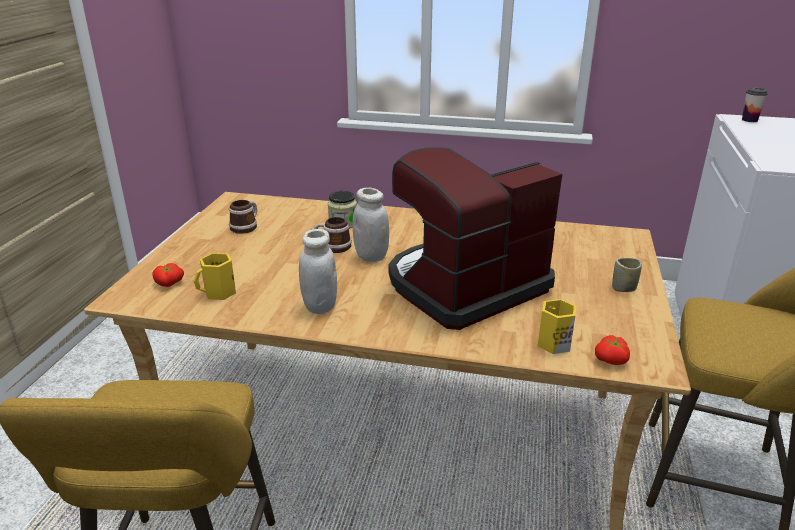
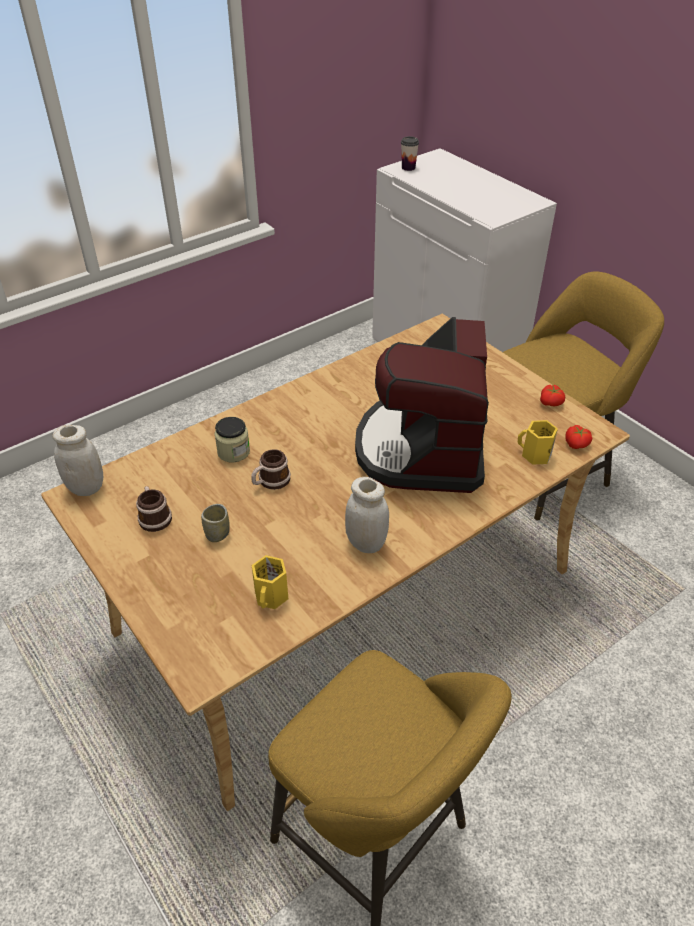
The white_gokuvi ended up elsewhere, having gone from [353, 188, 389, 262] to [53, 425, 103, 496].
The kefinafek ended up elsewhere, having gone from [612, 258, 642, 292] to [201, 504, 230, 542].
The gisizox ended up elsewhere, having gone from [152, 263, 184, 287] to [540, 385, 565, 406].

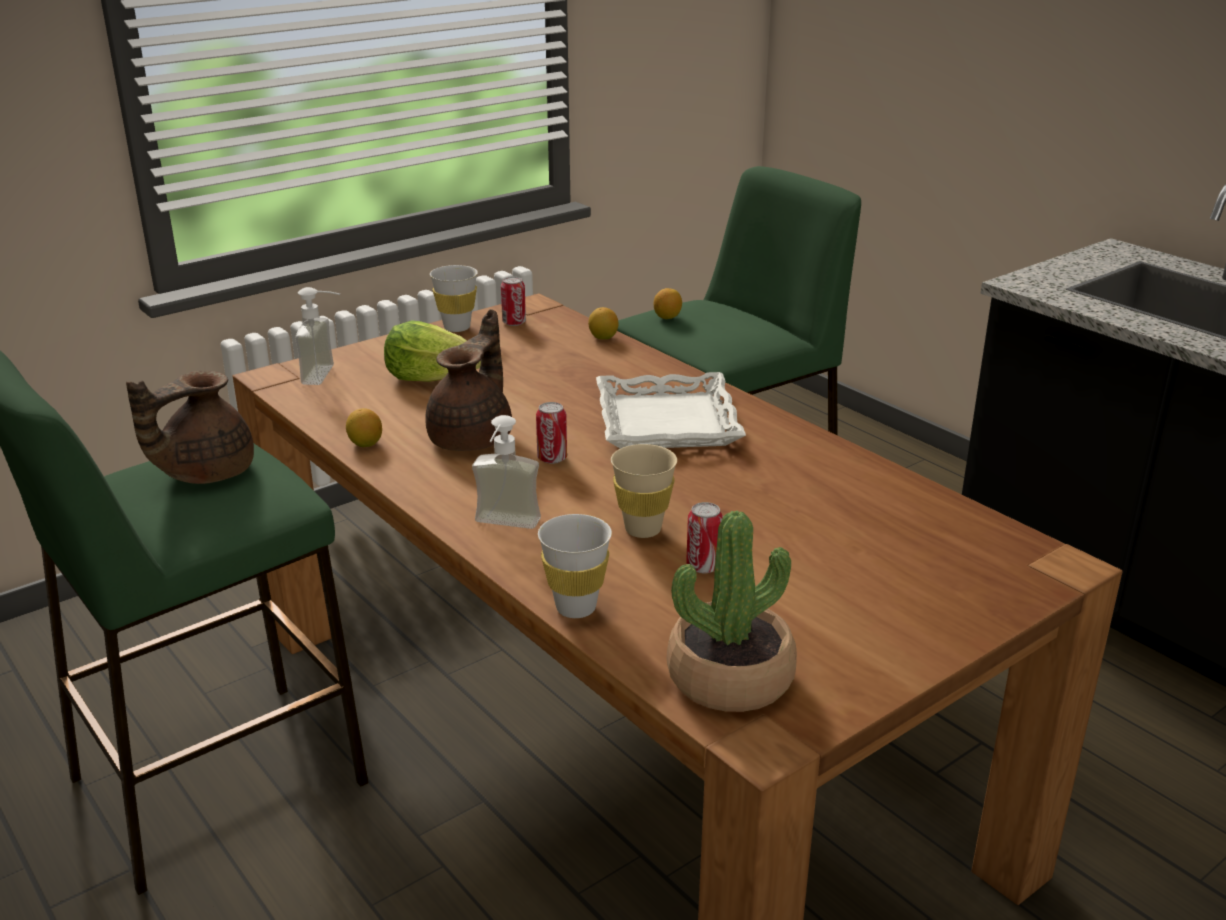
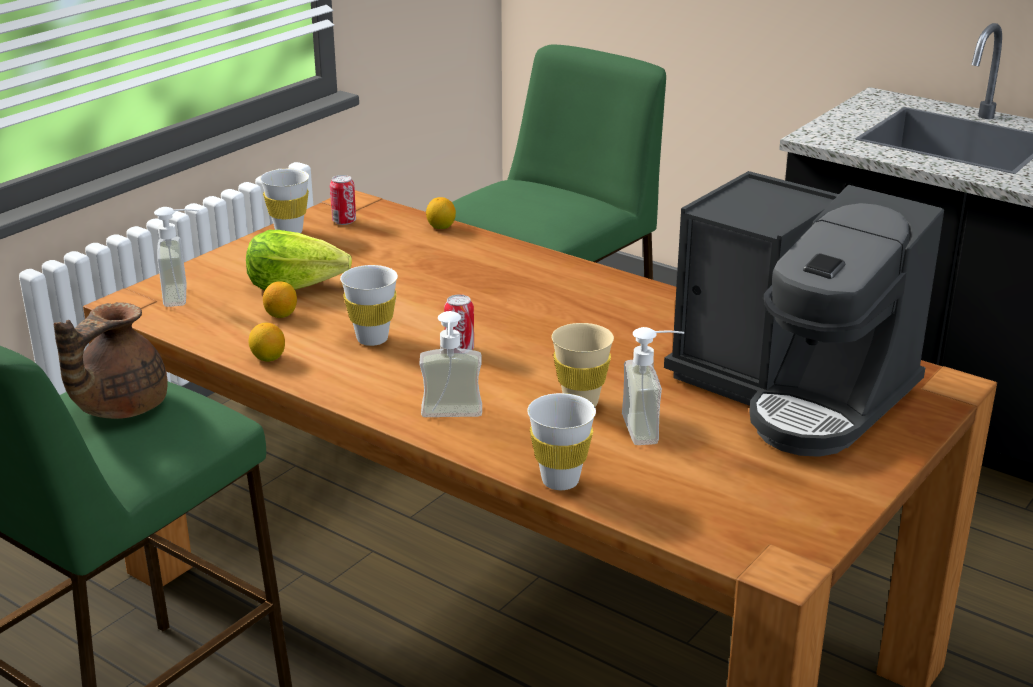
The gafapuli ended up elsewhere, having gone from [654, 288, 682, 319] to [263, 281, 297, 318].
Where the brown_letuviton stood at [425, 309, 512, 451], the white_kefinafek came to stand at [340, 265, 398, 346].
Where the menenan stood at [686, 502, 723, 573], the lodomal came to stand at [622, 327, 685, 445].
The second view gained the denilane at [664, 171, 944, 457].
The second view lost the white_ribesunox at [596, 372, 746, 449].
The second view lost the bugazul at [667, 511, 797, 712].

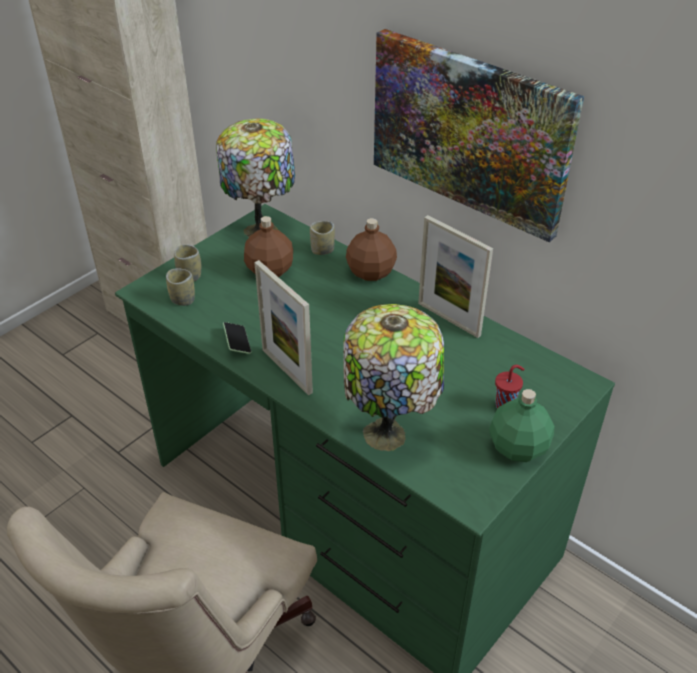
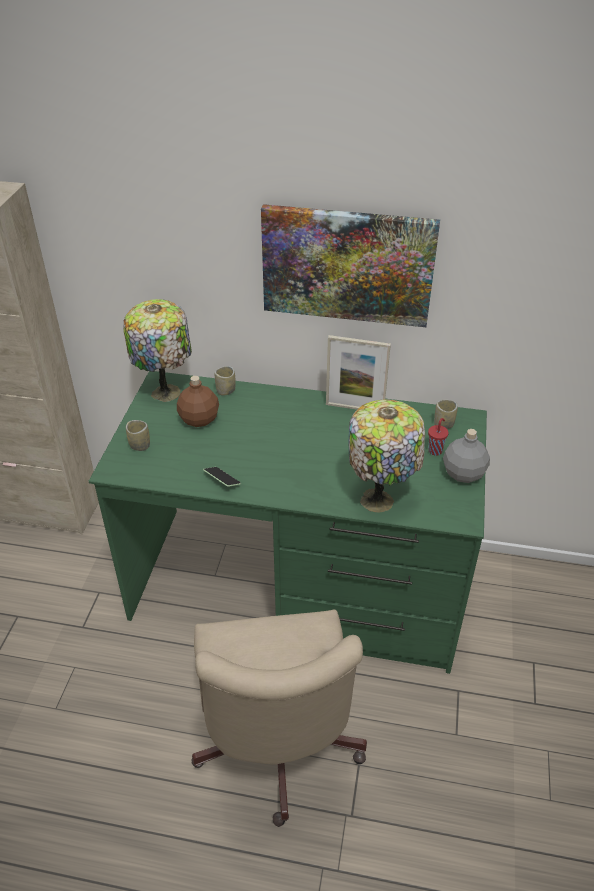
The kefinafek ended up elsewhere, having gone from [166, 268, 195, 306] to [434, 400, 458, 429].
What was the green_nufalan at [489, 389, 555, 462] turned into the grey_nufalan at [443, 429, 490, 483].
The second view lost the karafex at [254, 260, 313, 395].
The second view lost the brown_nufalan at [346, 218, 397, 281].

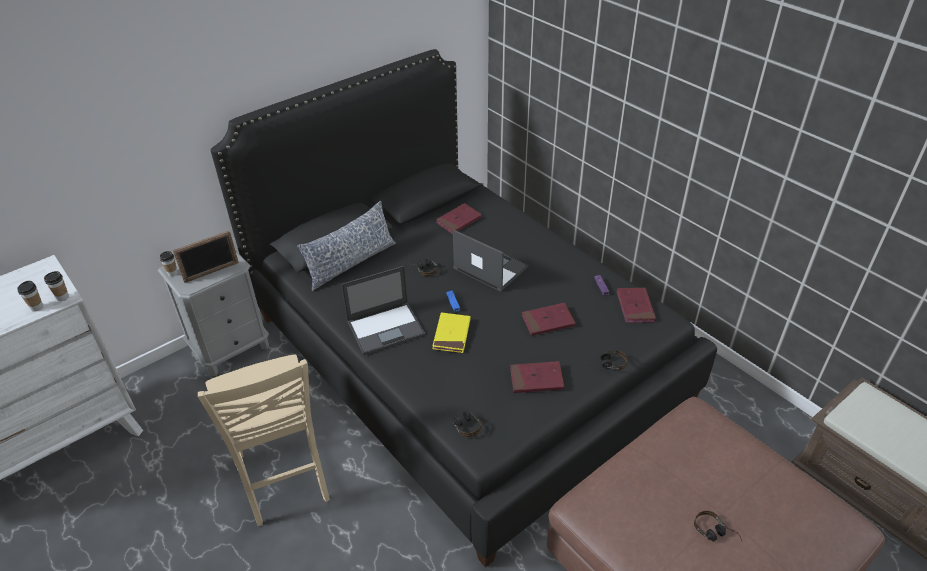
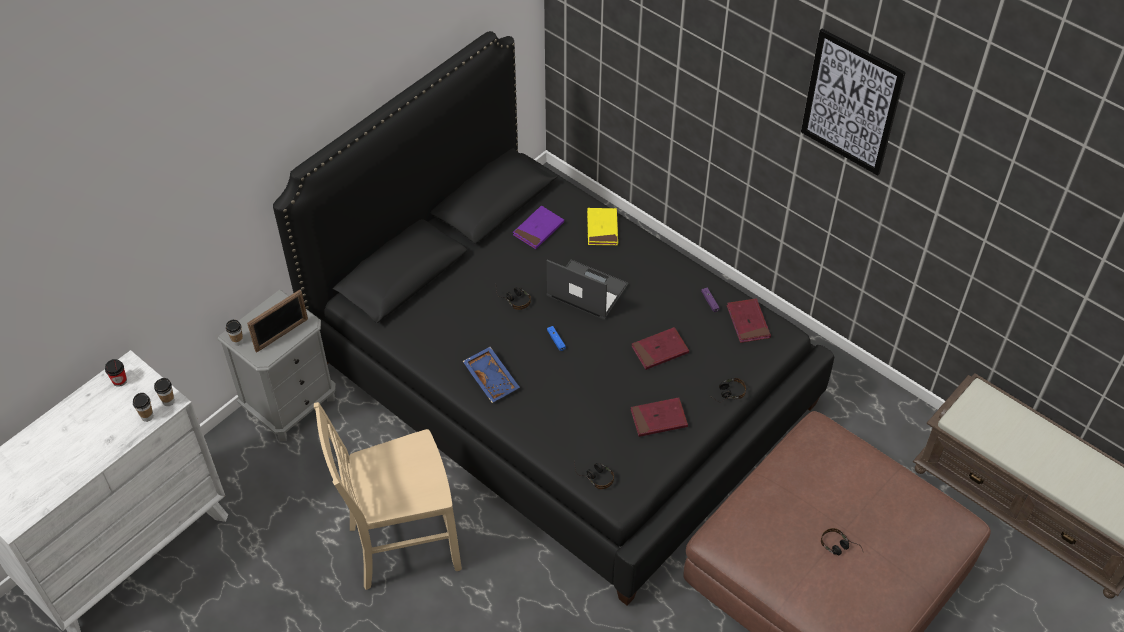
The second view gained the kefinafek at [105, 359, 127, 387].
The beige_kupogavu at [198, 354, 330, 526] ended up facing another way, 105 degrees clockwise from before.
Where the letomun stood at [341, 266, 425, 355], the blue_ribesunox came to stand at [463, 347, 520, 403].
What was the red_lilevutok at [436, 203, 482, 234] turned into the purple_lilevutok at [513, 206, 564, 249].
The yellow_lilevutok ended up elsewhere, having gone from [433, 312, 471, 353] to [587, 208, 618, 245].
The second view gained the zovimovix at [801, 29, 906, 176].
The second view lost the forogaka at [297, 201, 396, 291].

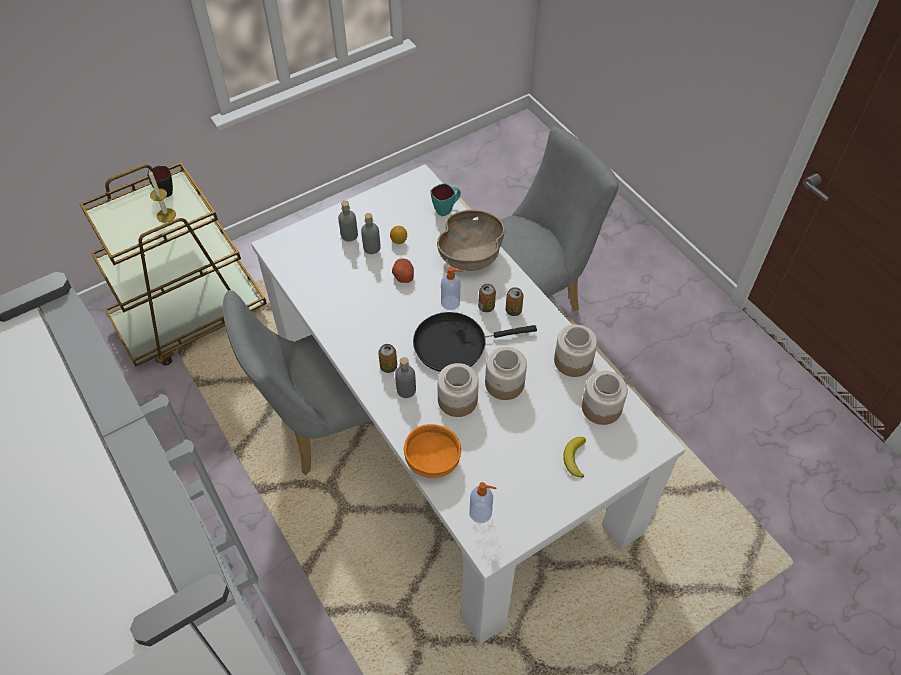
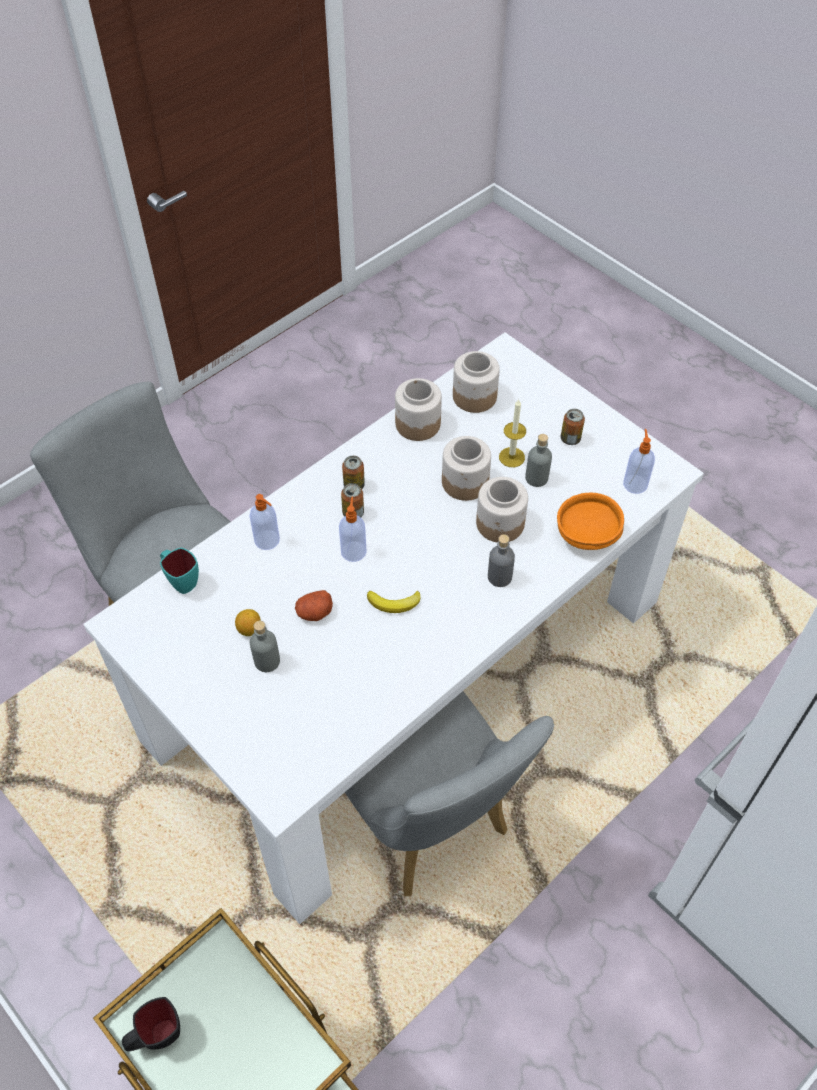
Where the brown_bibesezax stood at [437, 210, 505, 271], the lodomal came to stand at [250, 494, 280, 550].
The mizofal ended up elsewhere, having gone from [563, 437, 586, 478] to [367, 591, 420, 613].
The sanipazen ended up elsewhere, having gone from [148, 170, 176, 223] to [499, 399, 526, 467].
The grey_nufalan ended up elsewhere, having gone from [338, 201, 358, 241] to [525, 434, 552, 487].
The menenan ended up elsewhere, having gone from [378, 344, 397, 373] to [561, 409, 585, 445].
The second view lost the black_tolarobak at [413, 312, 537, 372].

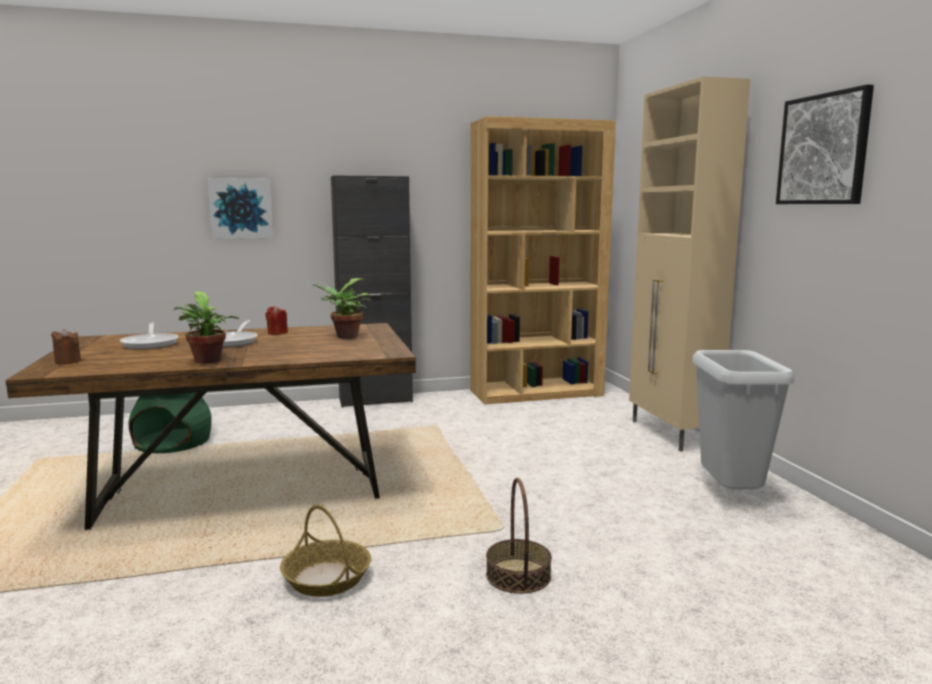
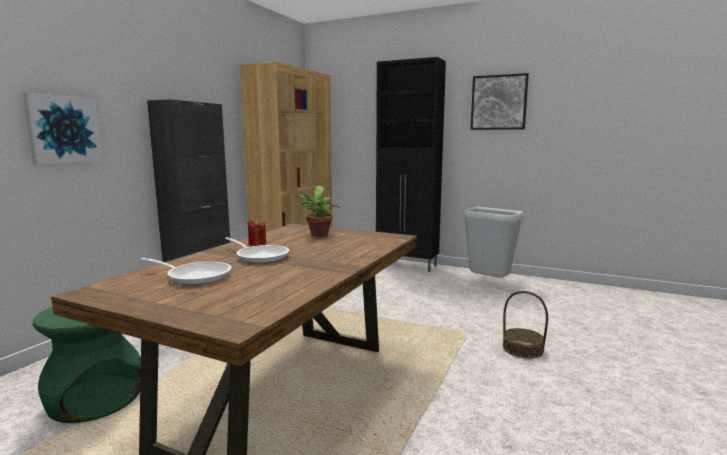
What was the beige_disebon at [629, 76, 750, 452] turned into the black_disebon at [376, 57, 446, 272].
The second view lost the brown_sanipazen at [51, 329, 81, 364].
The second view lost the bugazul at [174, 291, 239, 364].
The second view lost the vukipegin at [280, 505, 371, 597].

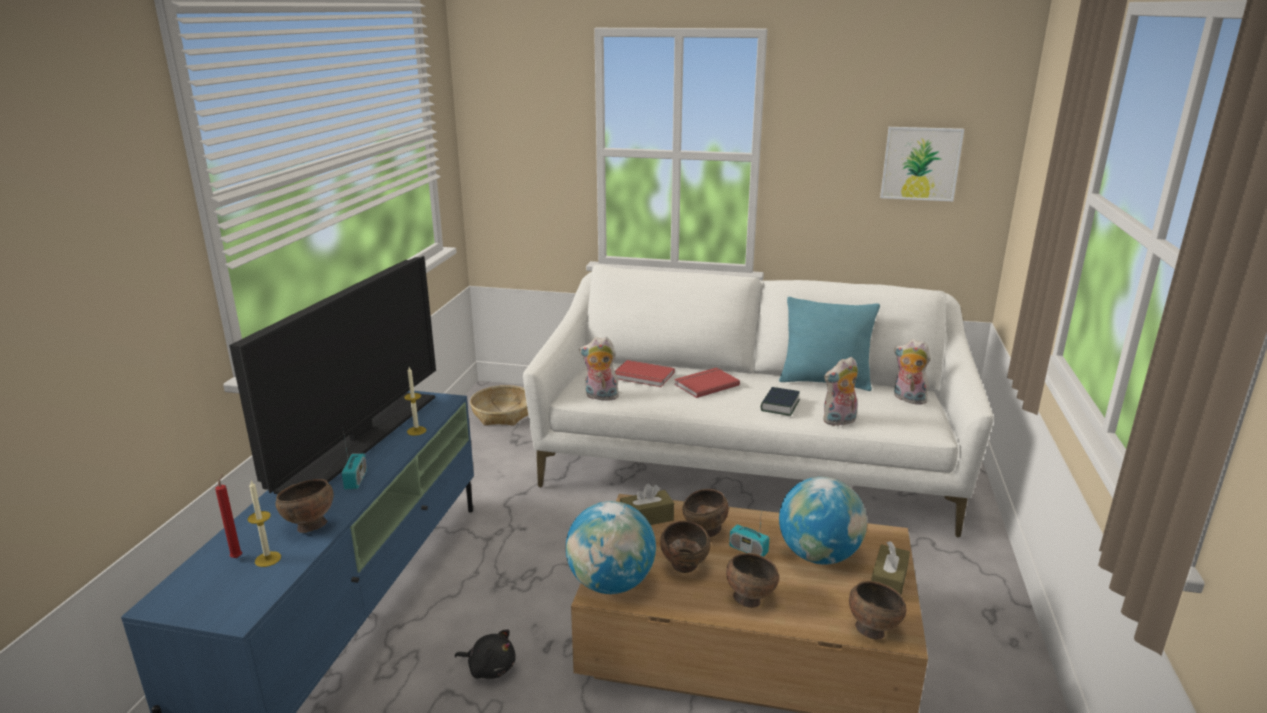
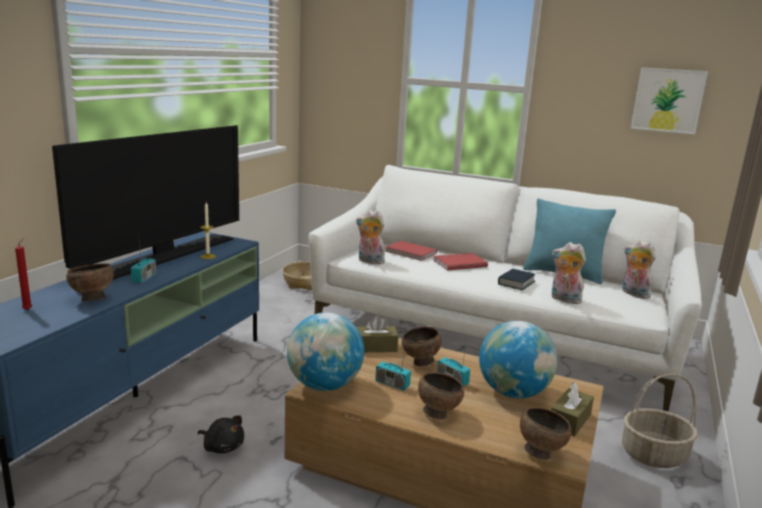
Where the brown_bibesezax stood at [660, 521, 711, 573], the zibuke came to stand at [375, 338, 411, 391].
The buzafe at [823, 357, 858, 426] ended up facing another way, 45 degrees clockwise from before.
The second view gained the vukipegin at [622, 374, 698, 468].
The second view lost the sanipazen at [248, 481, 281, 567].

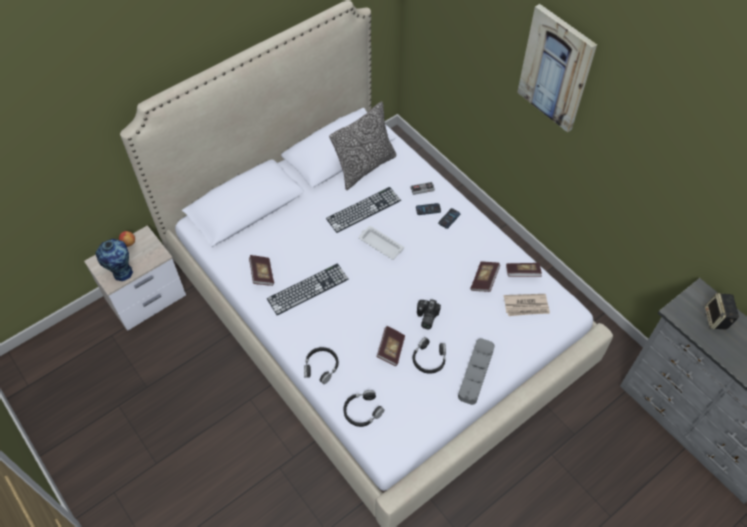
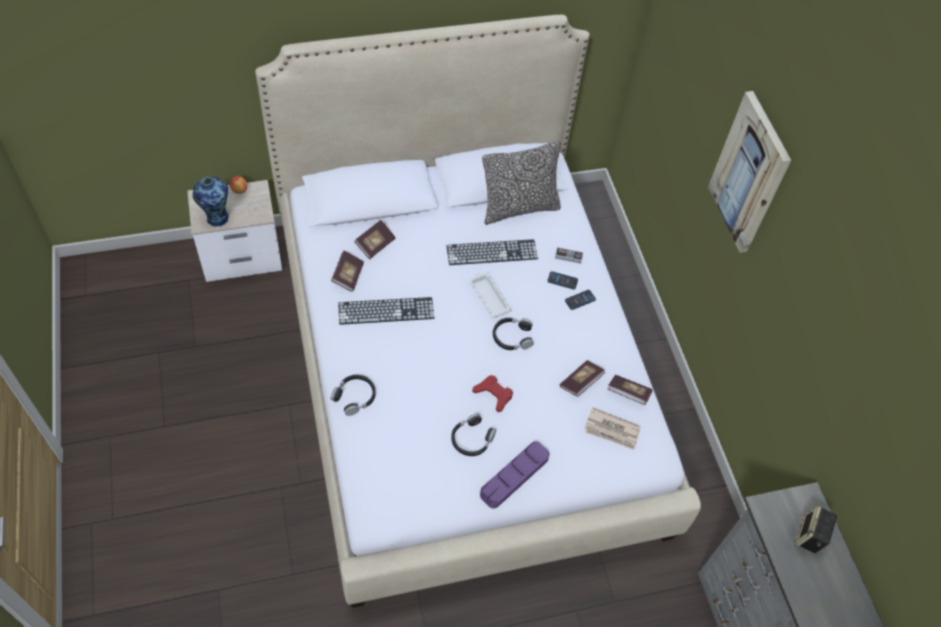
The lilevutok ended up elsewhere, having gone from [377, 326, 405, 366] to [354, 220, 395, 259].
Where the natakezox stood at [417, 299, 441, 329], the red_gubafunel came to stand at [472, 375, 513, 412].
What was the grey_ribesunox at [458, 338, 495, 405] turned into the purple_ribesunox at [480, 441, 550, 508].
The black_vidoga ended up elsewhere, having gone from [344, 390, 384, 427] to [493, 318, 534, 350].

